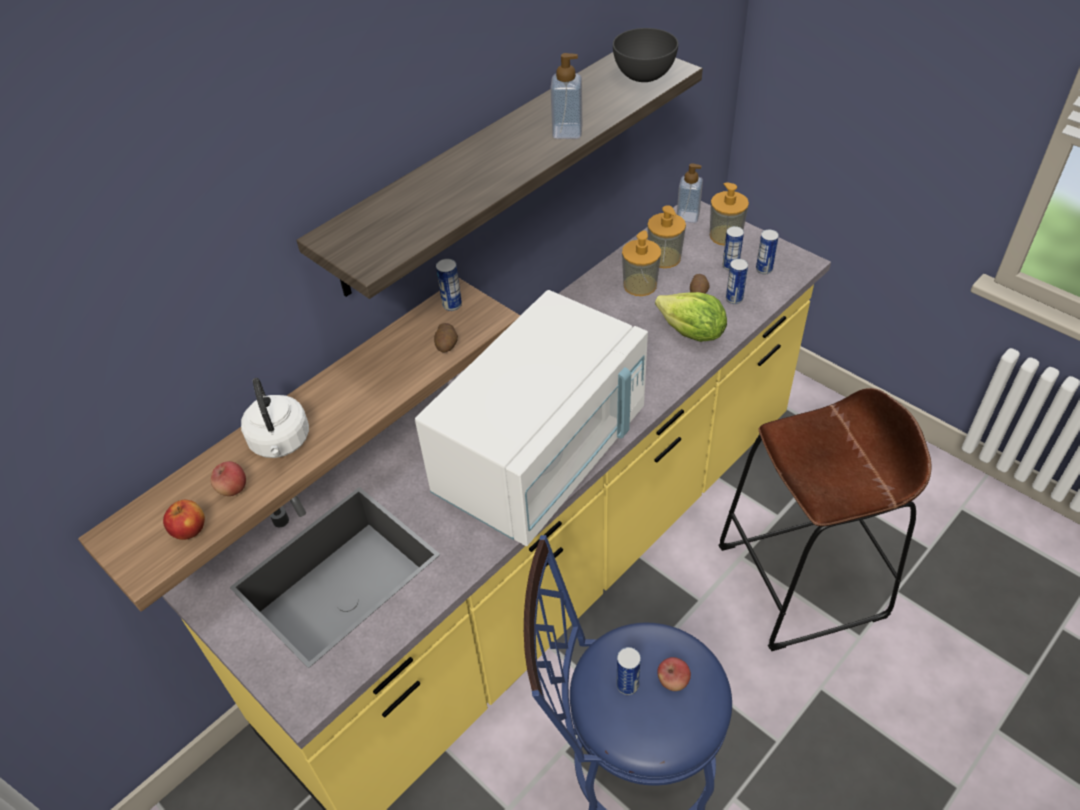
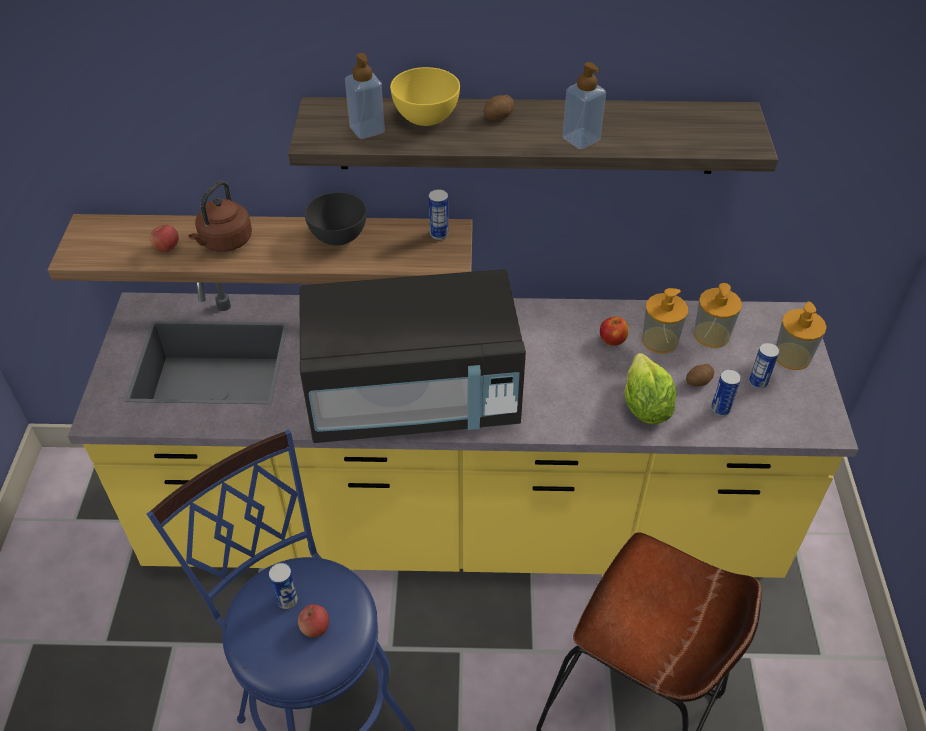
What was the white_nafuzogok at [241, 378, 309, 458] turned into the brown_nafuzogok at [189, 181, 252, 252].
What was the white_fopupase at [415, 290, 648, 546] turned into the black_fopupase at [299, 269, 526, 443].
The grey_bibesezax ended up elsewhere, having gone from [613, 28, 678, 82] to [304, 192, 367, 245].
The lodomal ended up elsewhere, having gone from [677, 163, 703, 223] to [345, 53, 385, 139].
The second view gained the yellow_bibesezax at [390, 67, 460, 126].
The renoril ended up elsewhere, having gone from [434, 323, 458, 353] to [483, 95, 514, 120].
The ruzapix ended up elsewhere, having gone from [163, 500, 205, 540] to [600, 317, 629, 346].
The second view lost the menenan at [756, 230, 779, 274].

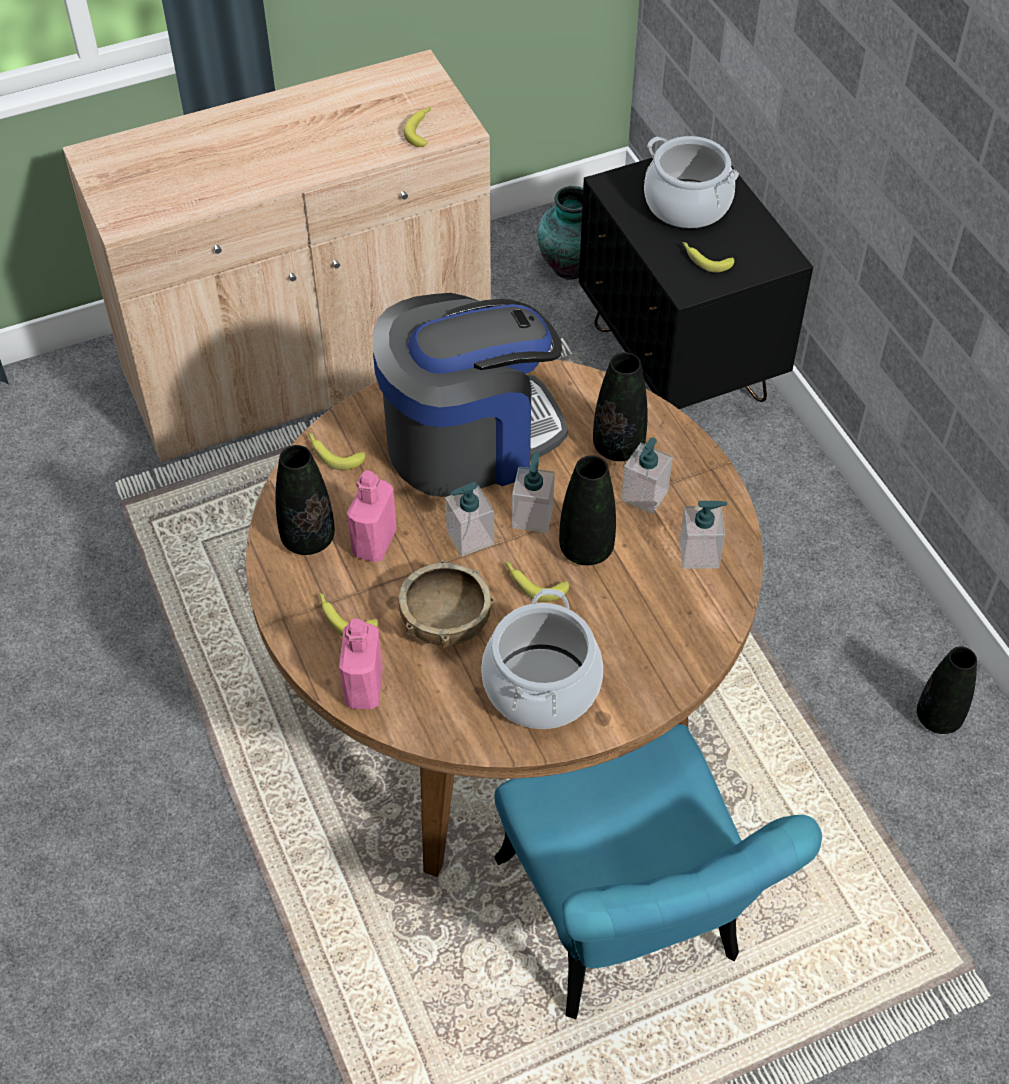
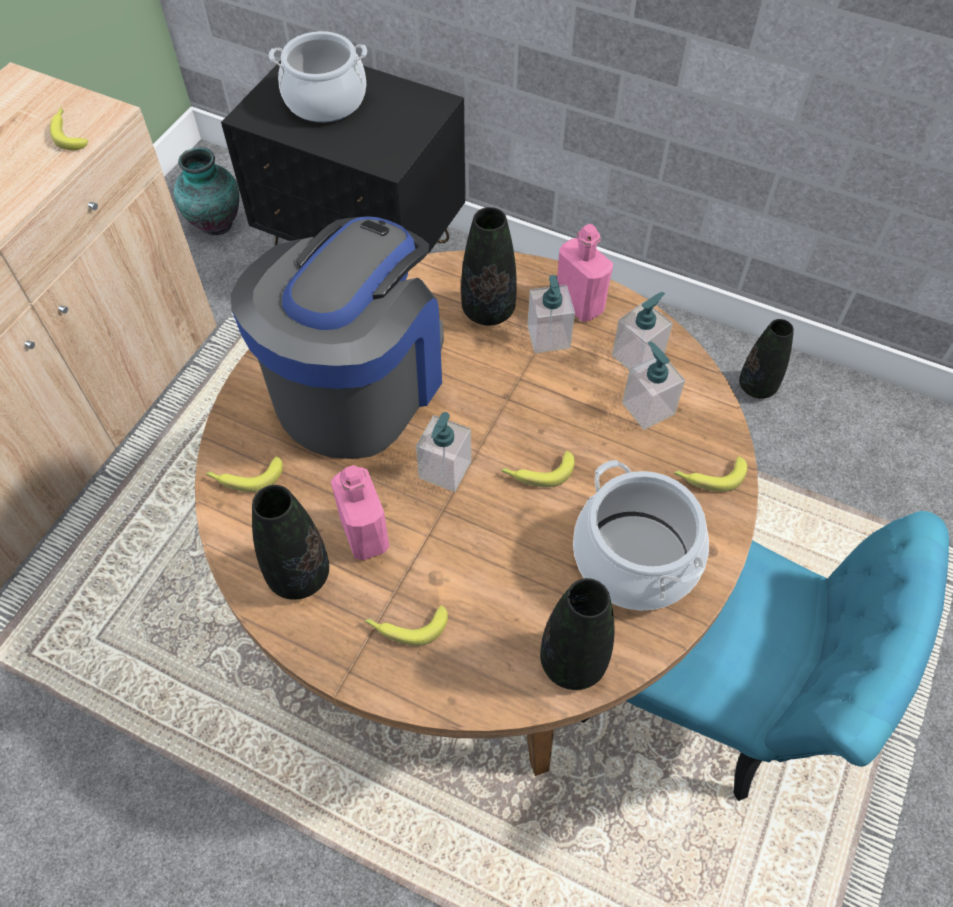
The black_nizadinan ended up elsewhere, having gone from [559, 455, 616, 565] to [540, 578, 614, 690].
The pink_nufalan ended up elsewhere, having gone from [339, 619, 383, 709] to [557, 224, 613, 322].
The lodomal ended up elsewhere, having gone from [512, 451, 555, 533] to [622, 341, 685, 430].
The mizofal ended up elsewhere, having gone from [682, 242, 734, 272] to [674, 456, 747, 492].
The second view lost the brown_bibesezax at [399, 560, 495, 648].

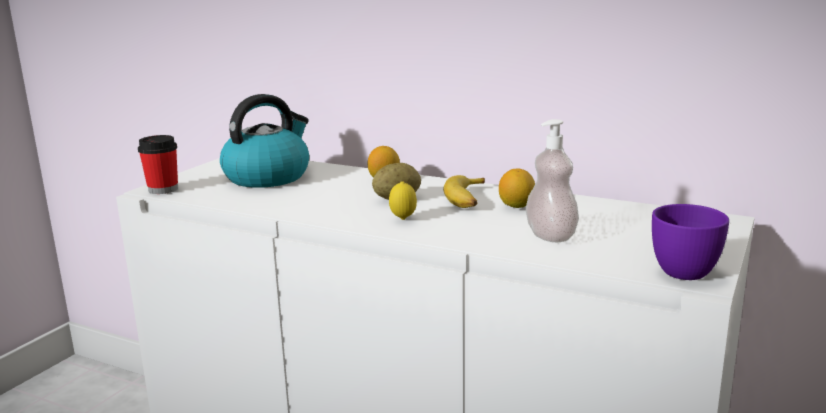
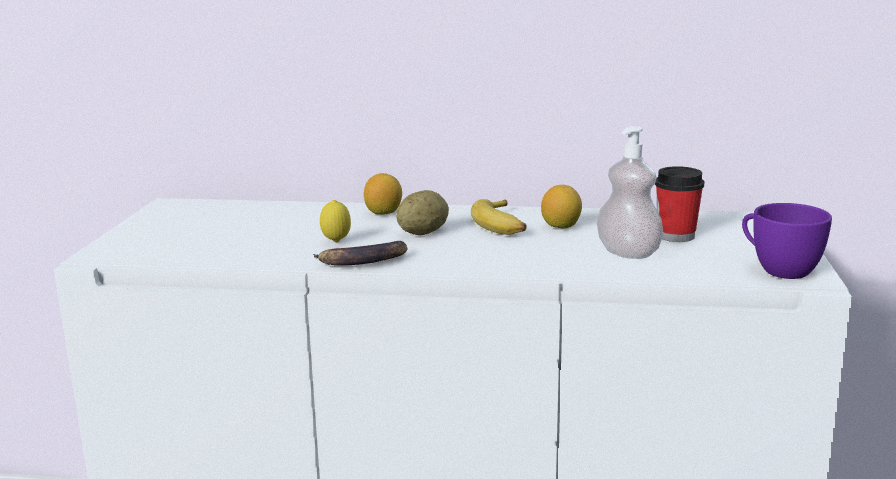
The second view gained the mizofal at [313, 241, 408, 265].
The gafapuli ended up elsewhere, having gone from [389, 181, 417, 220] to [320, 200, 351, 243].
The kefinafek ended up elsewhere, having gone from [138, 135, 178, 194] to [655, 166, 704, 242].
The second view lost the nafuzogok at [220, 94, 309, 188].

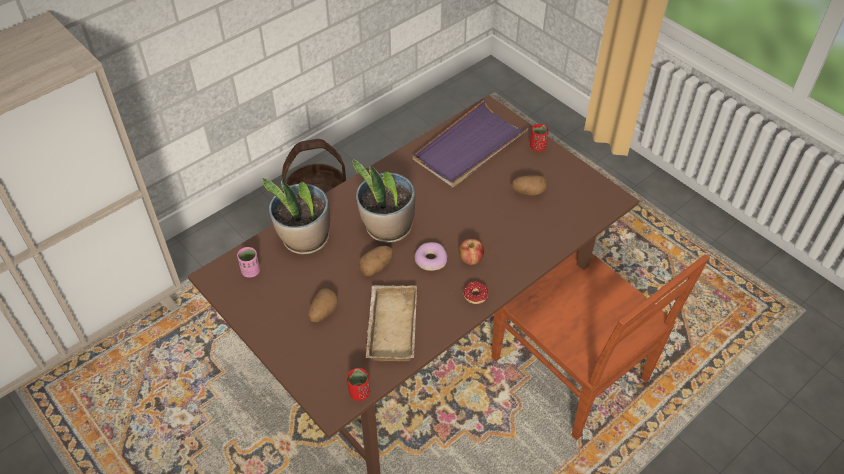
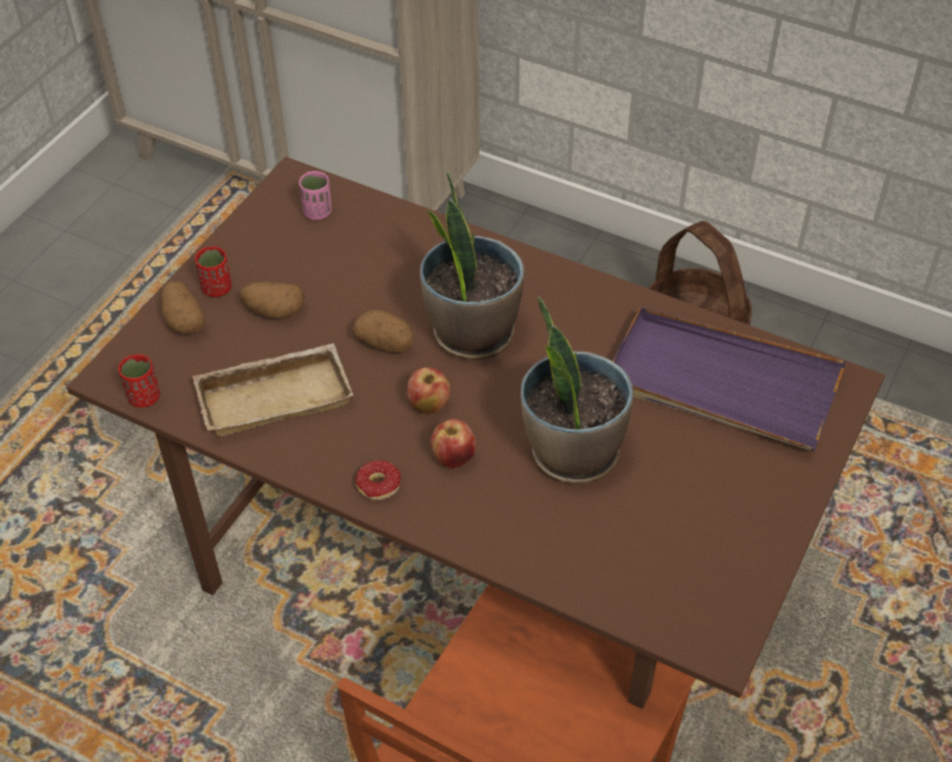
The renoril ended up elsewhere, having gone from [512, 175, 547, 195] to [161, 281, 205, 334].
The red_kefinafek ended up elsewhere, having gone from [530, 124, 549, 151] to [195, 246, 232, 297].
Where the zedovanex stood at [415, 242, 447, 271], the ruzapix came to stand at [407, 367, 450, 414].
The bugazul ended up elsewhere, having gone from [262, 178, 330, 254] to [521, 297, 634, 484].

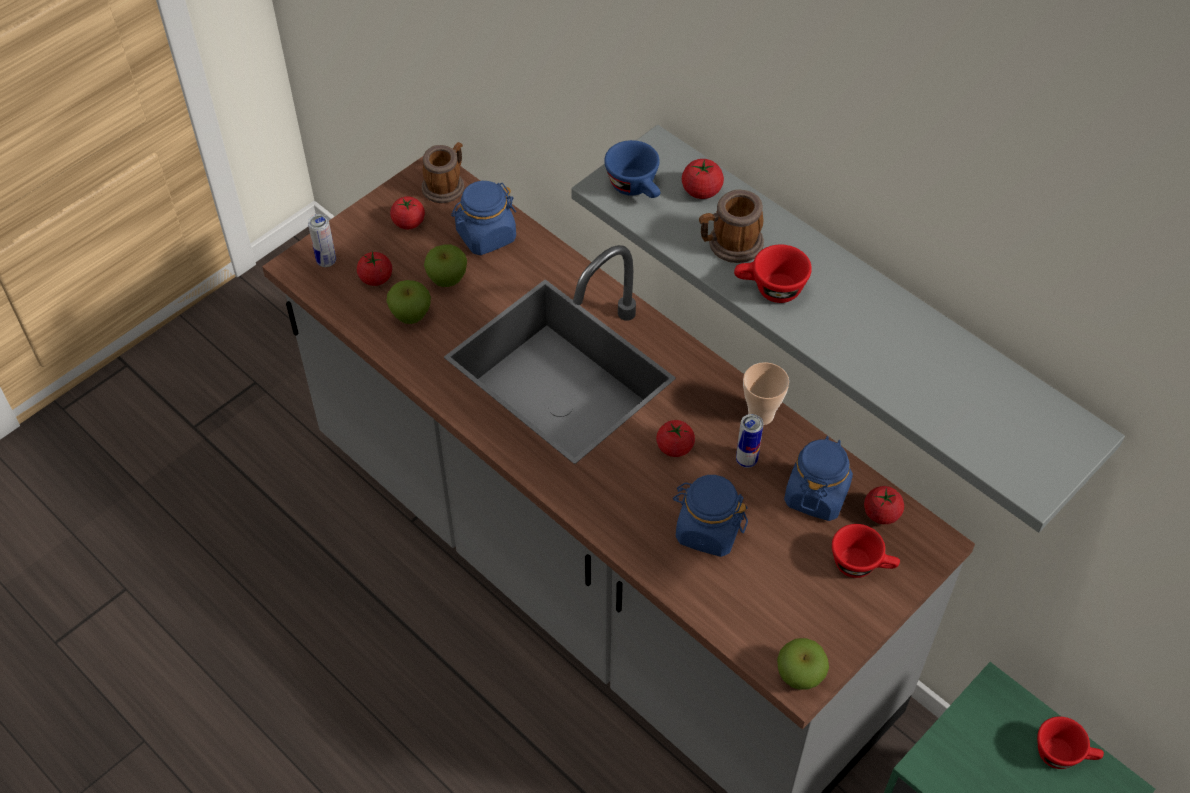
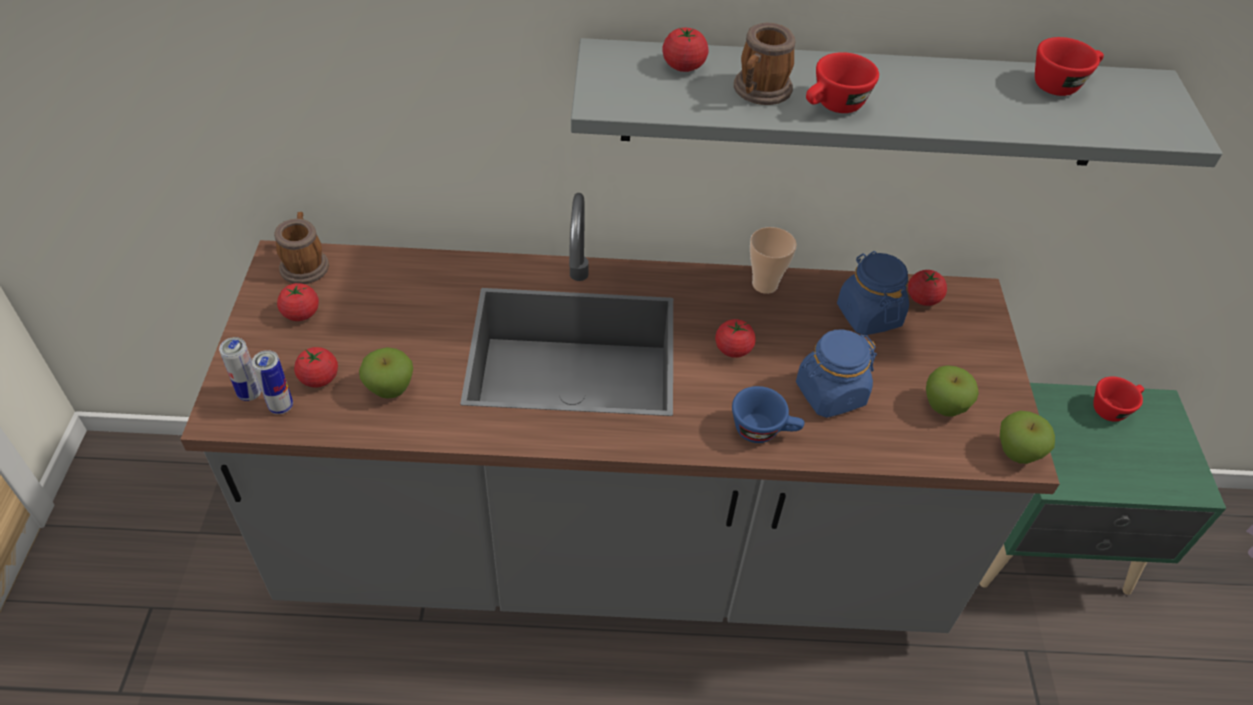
The menenan ended up elsewhere, having gone from [736, 414, 763, 468] to [252, 350, 293, 414].
The blue_kefinafek ended up elsewhere, having gone from [604, 140, 660, 198] to [732, 386, 804, 443].
The ruzapix ended up elsewhere, having gone from [424, 244, 467, 287] to [926, 365, 979, 417].
The red_kefinafek ended up elsewhere, having gone from [832, 524, 900, 578] to [1035, 37, 1104, 96].
The second view lost the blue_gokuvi at [451, 181, 516, 255].

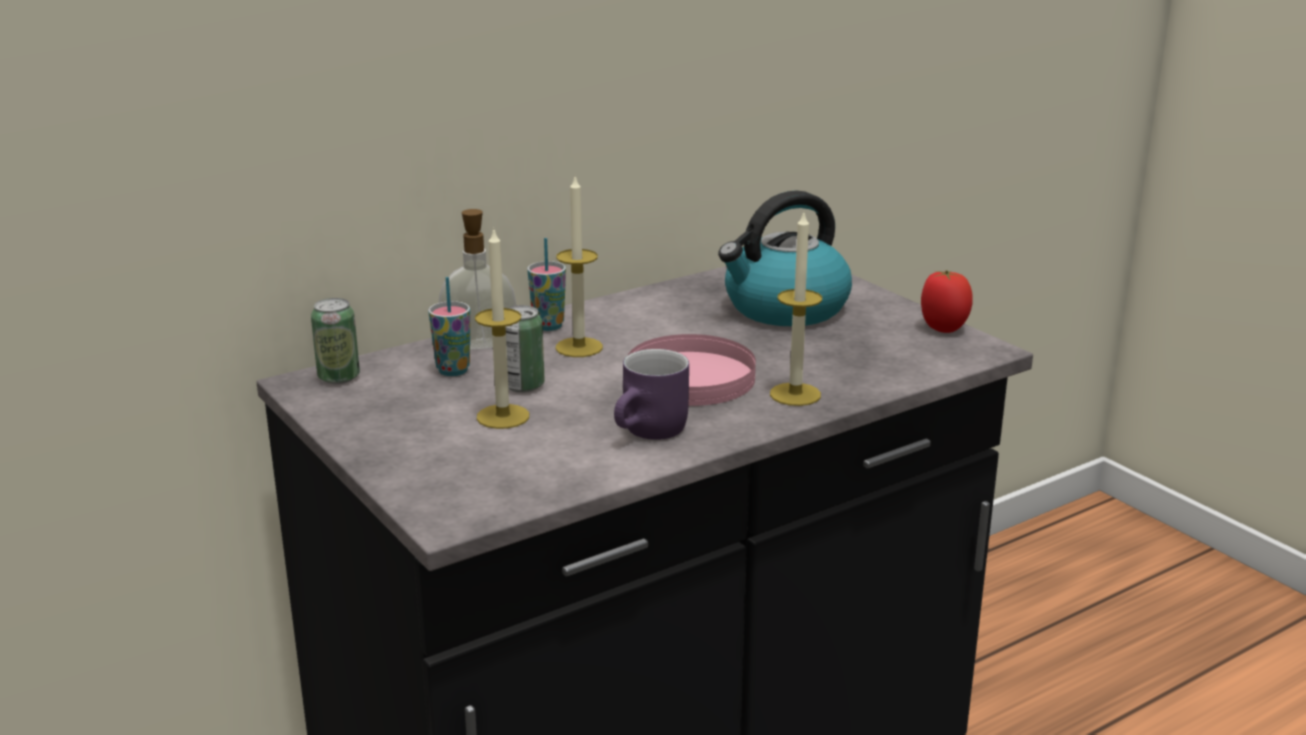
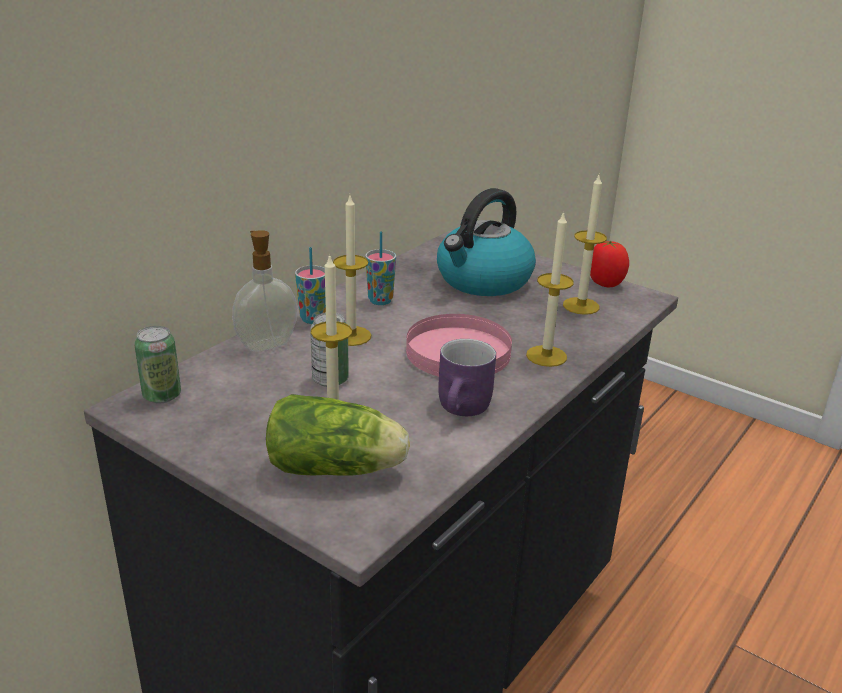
The second view gained the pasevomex at [266, 394, 410, 476].
The kefinafek ended up elsewhere, having gone from [428, 277, 470, 376] to [365, 231, 396, 305].
The second view gained the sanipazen at [563, 175, 607, 315].

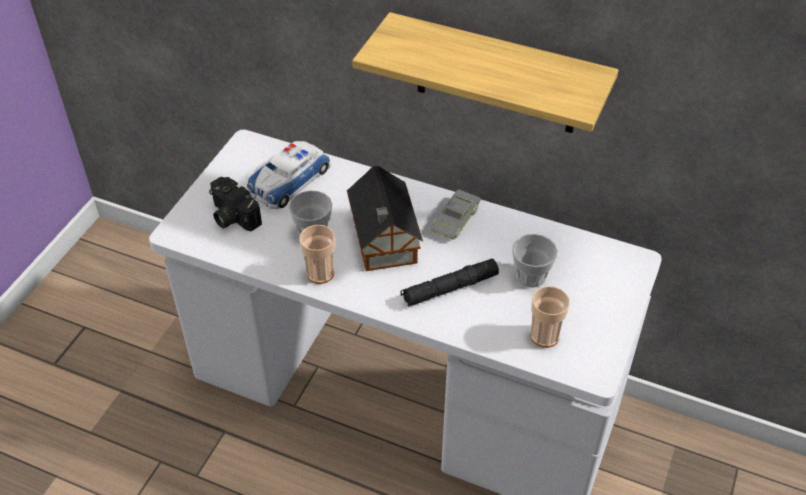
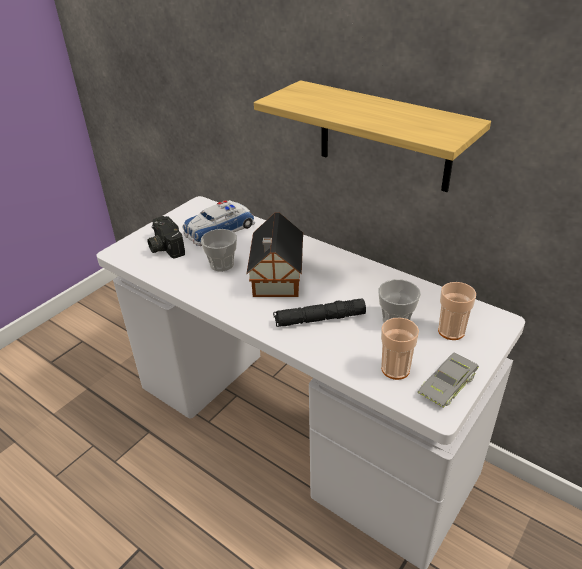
The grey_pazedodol ended up elsewhere, having gone from [430, 189, 481, 240] to [417, 353, 479, 408].
The kefinafek ended up elsewhere, having gone from [299, 225, 335, 284] to [438, 282, 476, 340].

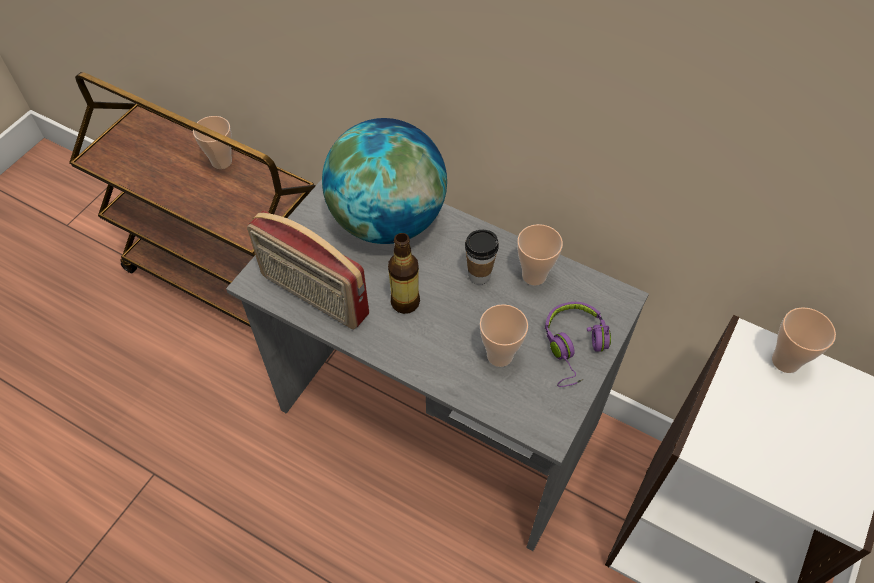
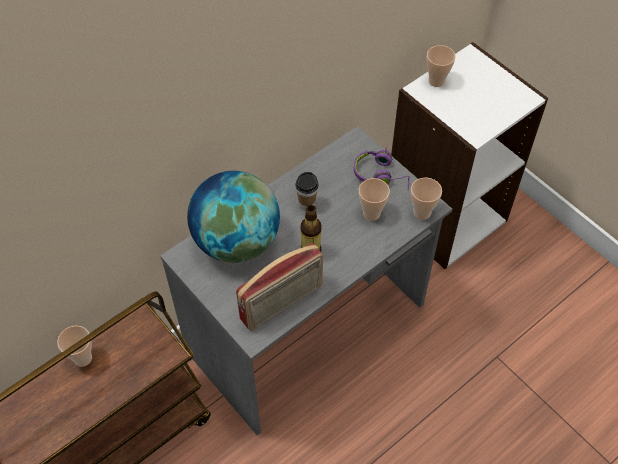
The kefinafek ended up elsewhere, having gone from [517, 224, 563, 286] to [411, 177, 442, 220].

